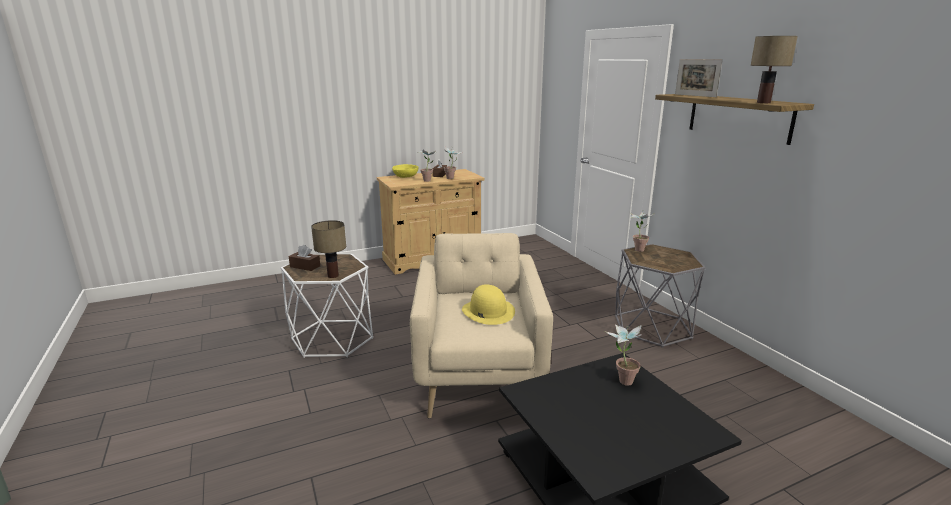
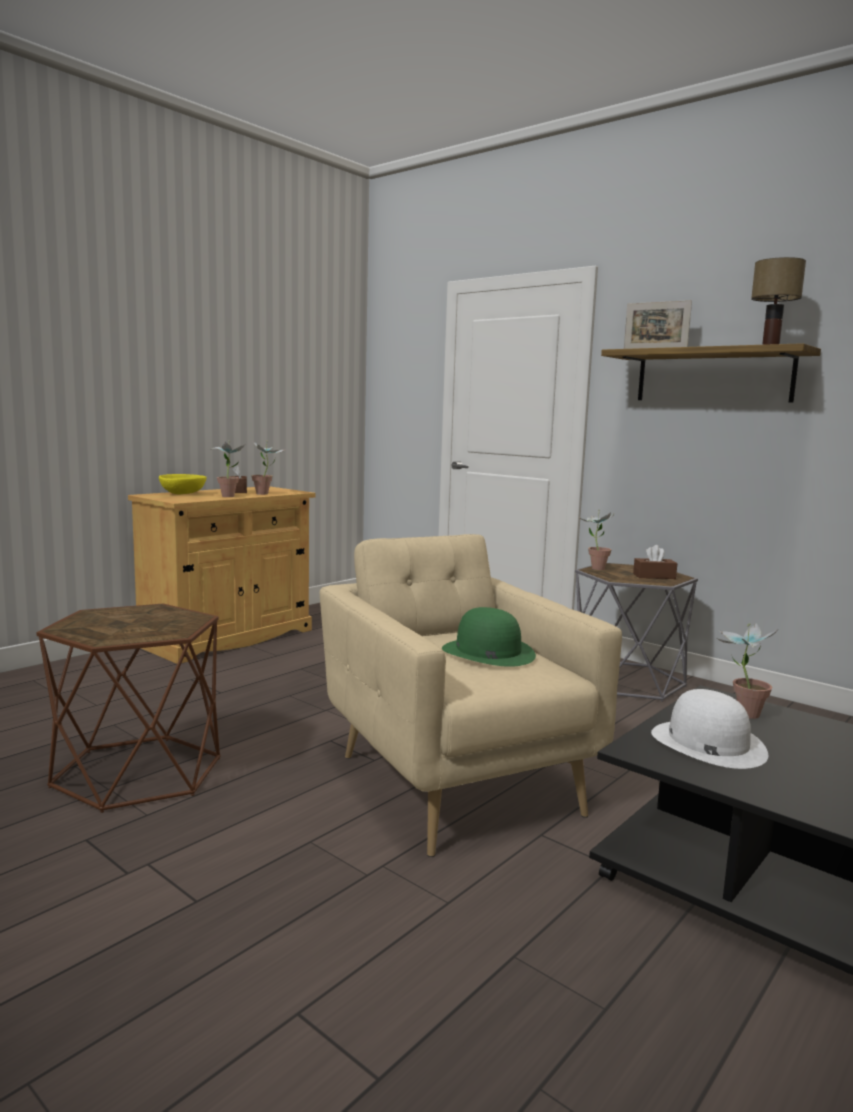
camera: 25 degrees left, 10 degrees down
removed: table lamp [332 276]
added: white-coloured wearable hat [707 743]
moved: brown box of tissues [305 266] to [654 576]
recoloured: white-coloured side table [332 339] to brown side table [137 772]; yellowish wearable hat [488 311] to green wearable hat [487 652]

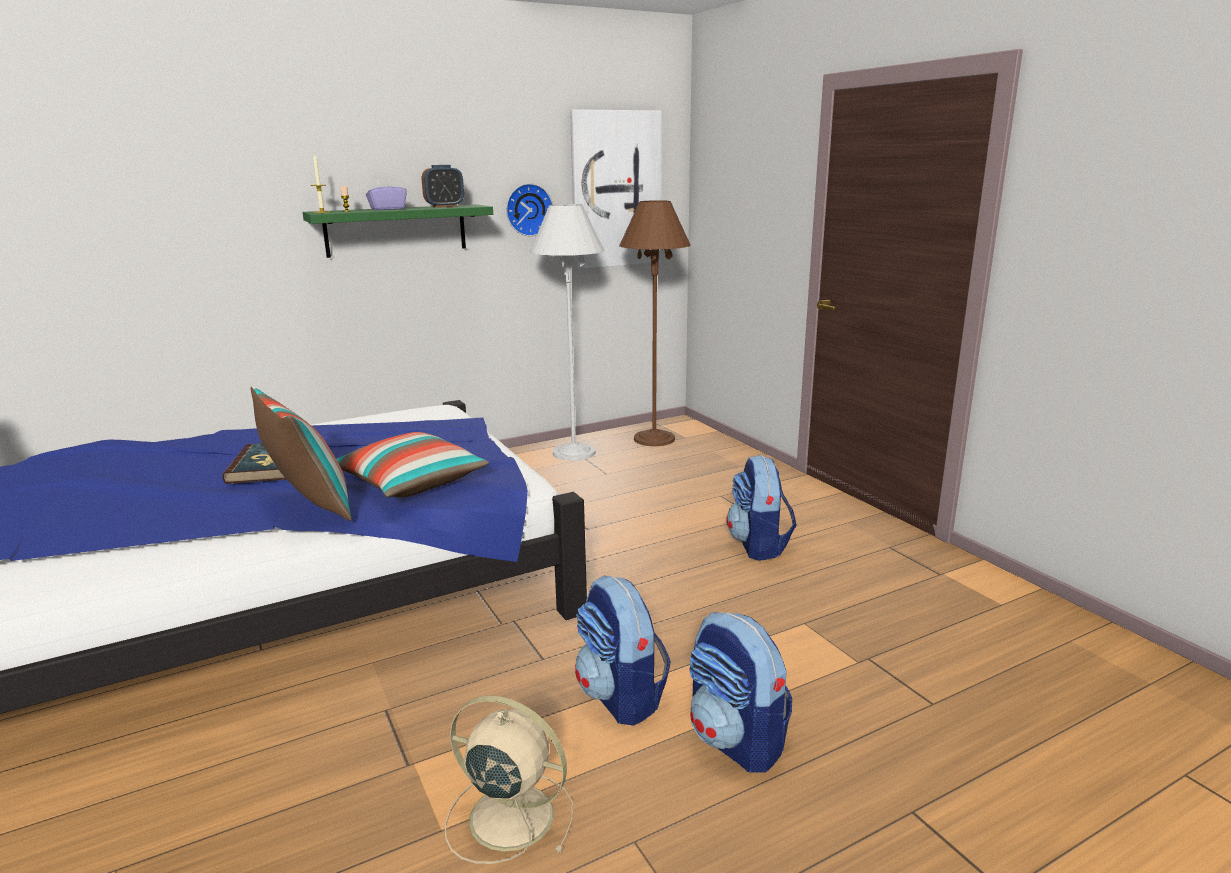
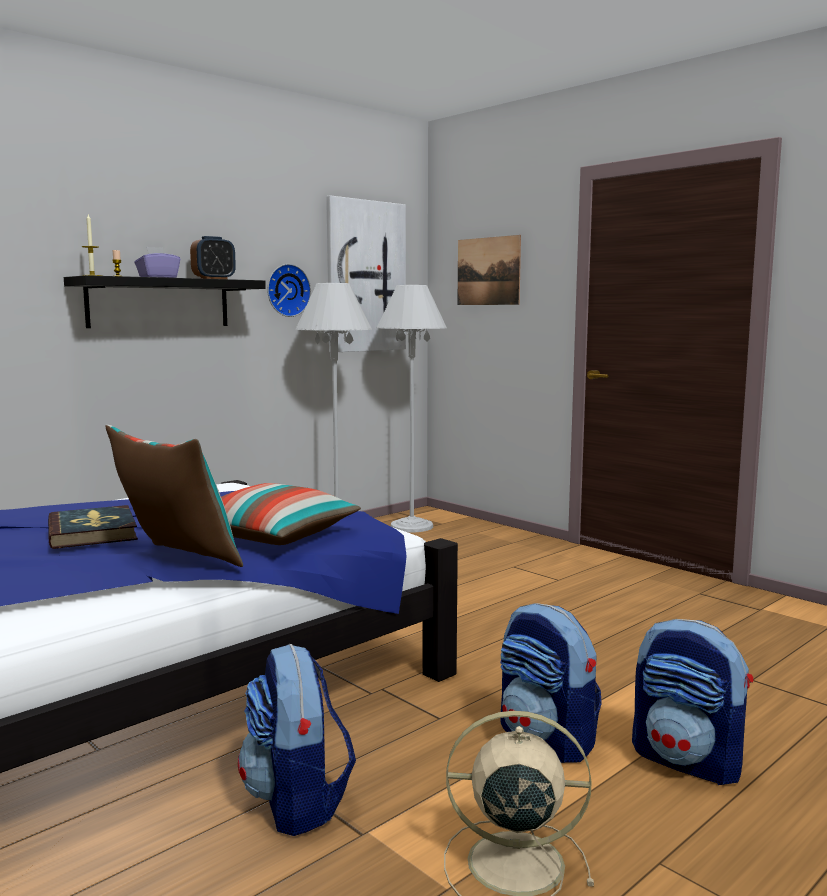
camera: 15 degrees left, 10 degrees down
added: picture [488 271]
moved: backpack [759 546] to [297 802]
recoloured: green shelf [396 230] to blackish shelf [159 303]; brown standard lamp [654 439] to white-coloured standard lamp [411 526]

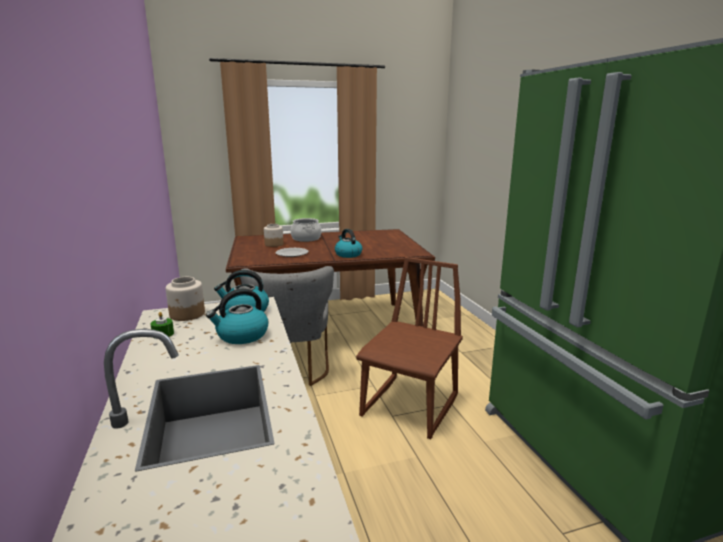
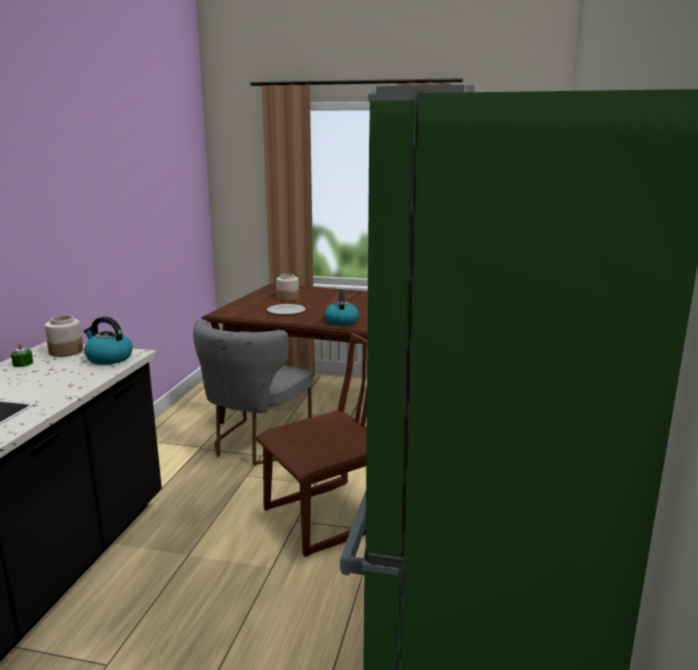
camera: 30 degrees right, 0 degrees up
removed: tea kettle [242 335]; saucepot [306 239]

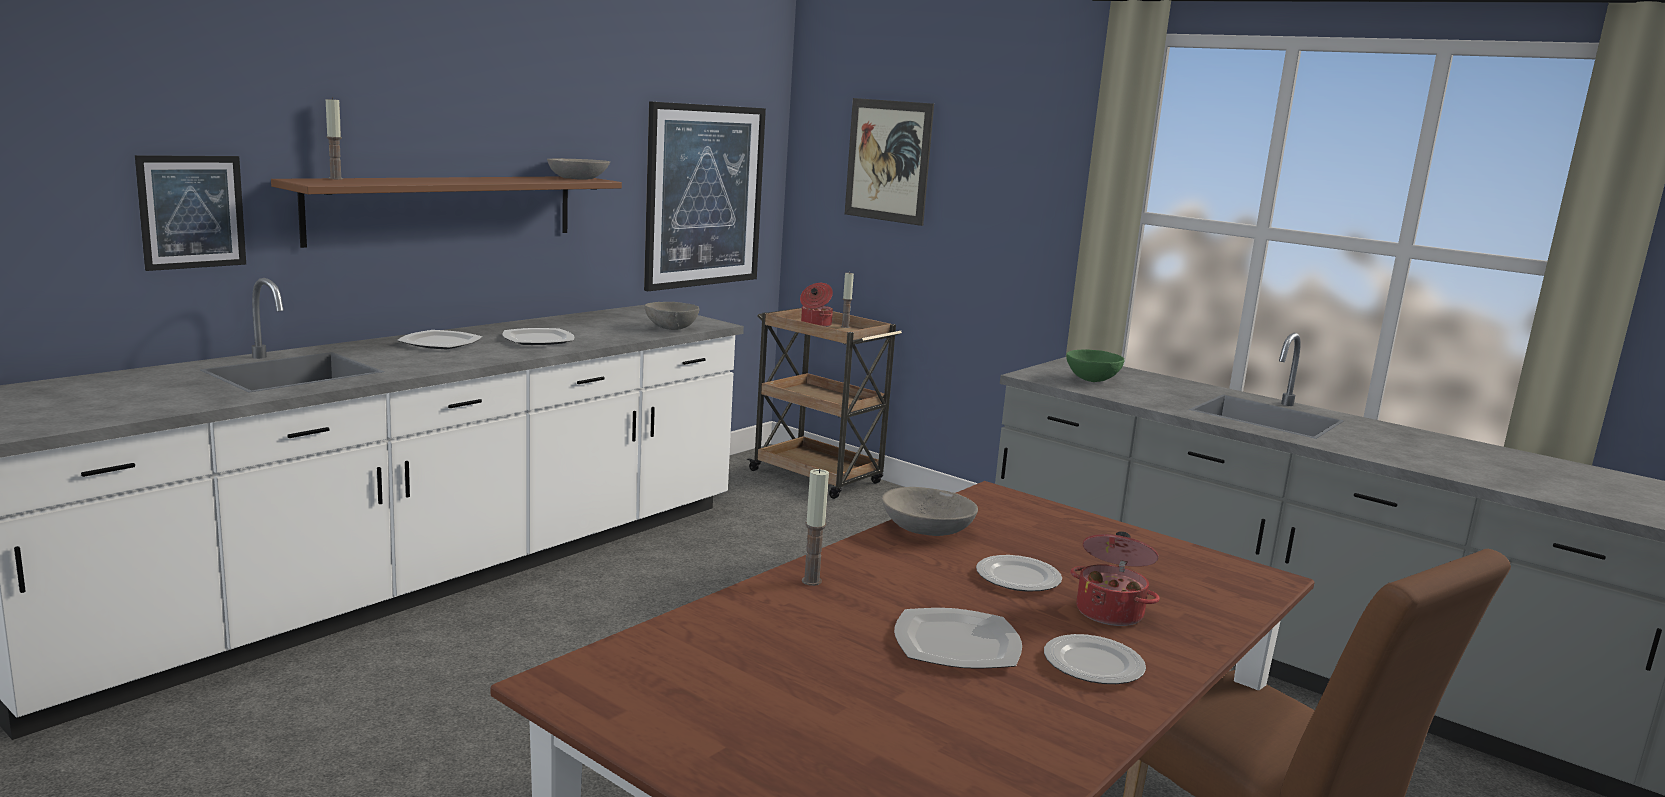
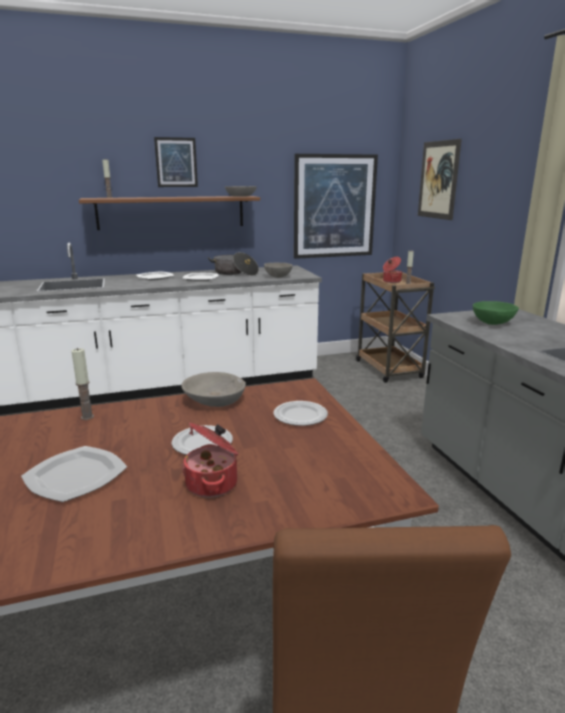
camera: 35 degrees right, 5 degrees up
added: saucepot [235 273]
moved: picture [192 212] to [176 162]; dinner plate [1093 665] to [300 416]

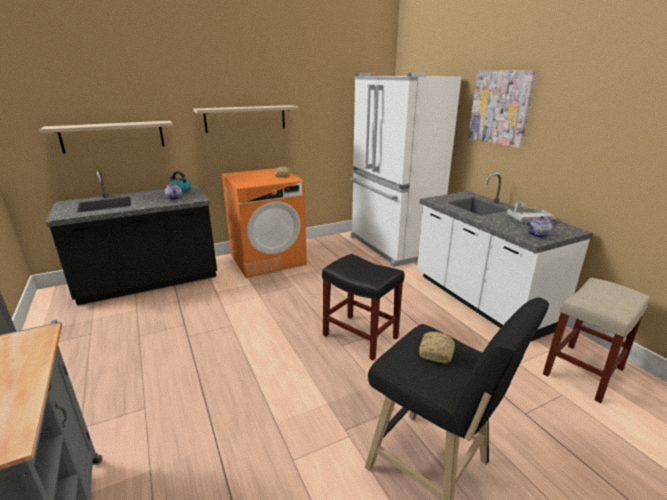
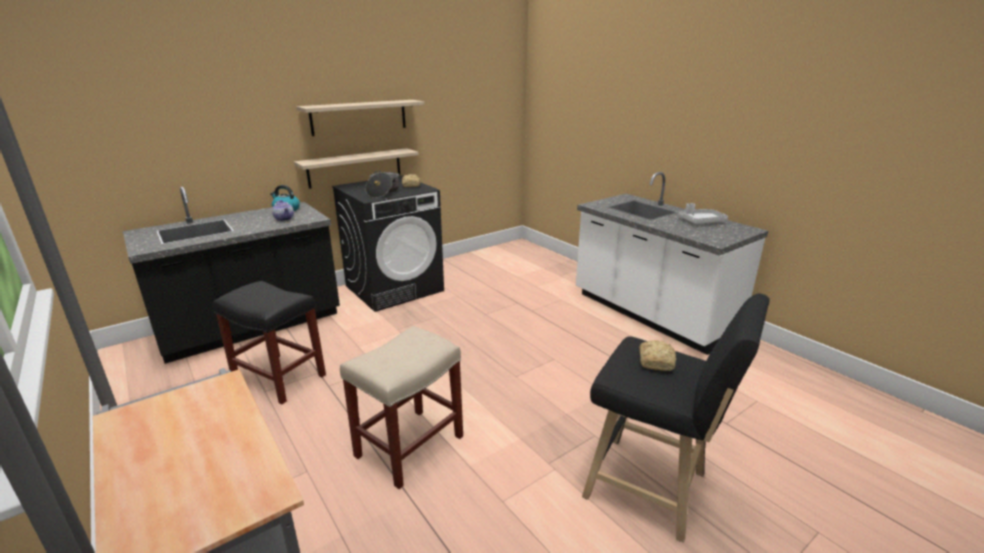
camera: 10 degrees left, 0 degrees up
removed: white-coloured refrigerator [391 247]; picture [500 107]; teapot [538 235]
added: saucepot [383 192]
moved: blackish stool seat [361 336] to [280 378]; shelf [113 136] to [355 168]; sand-coloured stool seat [583 372] to [409 447]
recoloured: orange laundry appliance [268 259] to blackish laundry appliance [395 288]

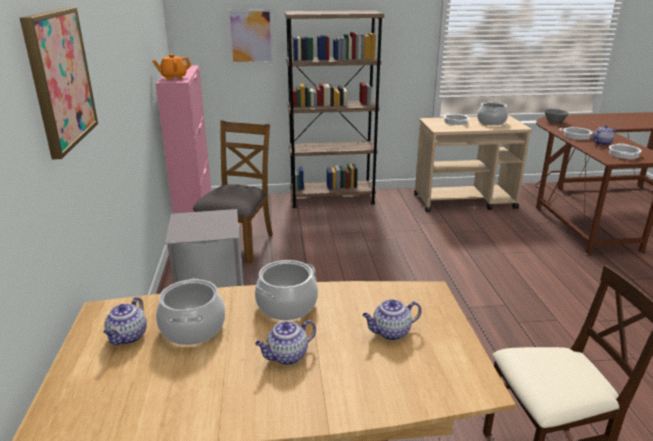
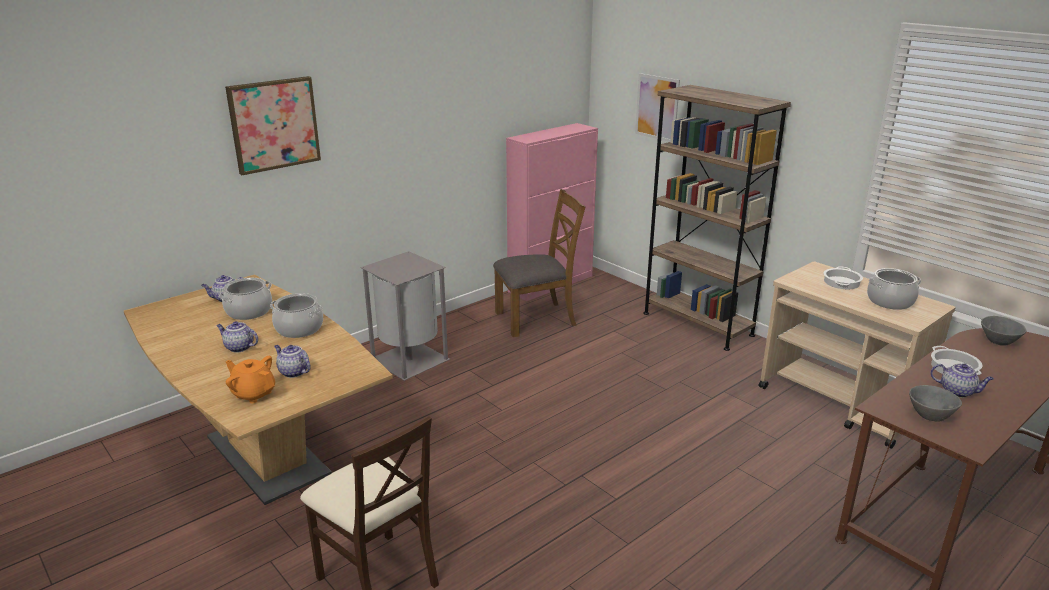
camera: 55 degrees right, 0 degrees up
moved: orange teapot [173 78] to [253 394]
replaced: saucepot [623 154] to gray bowl [930 414]

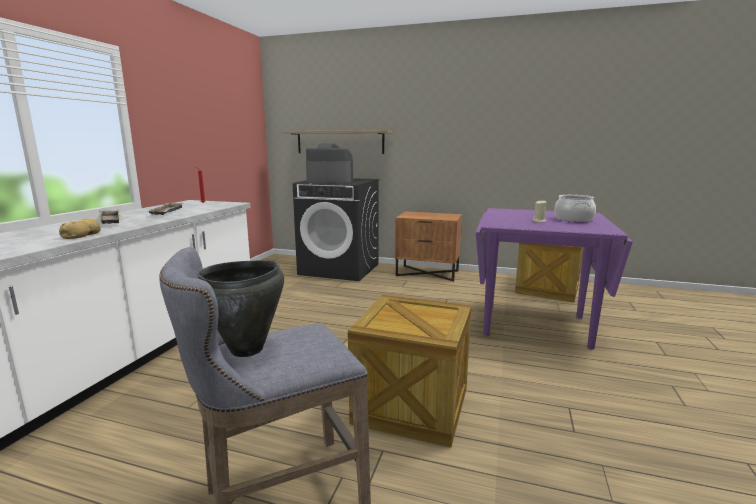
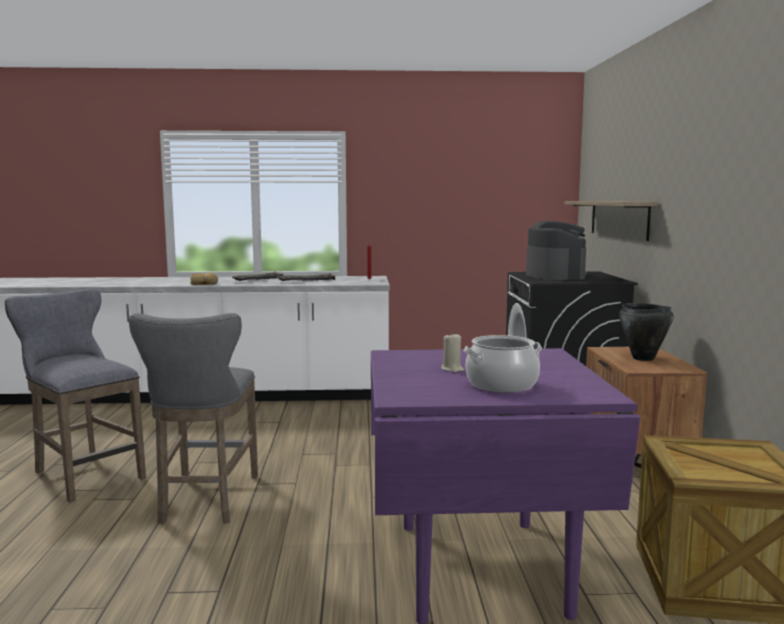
camera: 70 degrees right, 5 degrees down
moved: blackish saucepot [247 349] to [643 358]
replaced: crate [411 405] to gray stool seat [205 501]

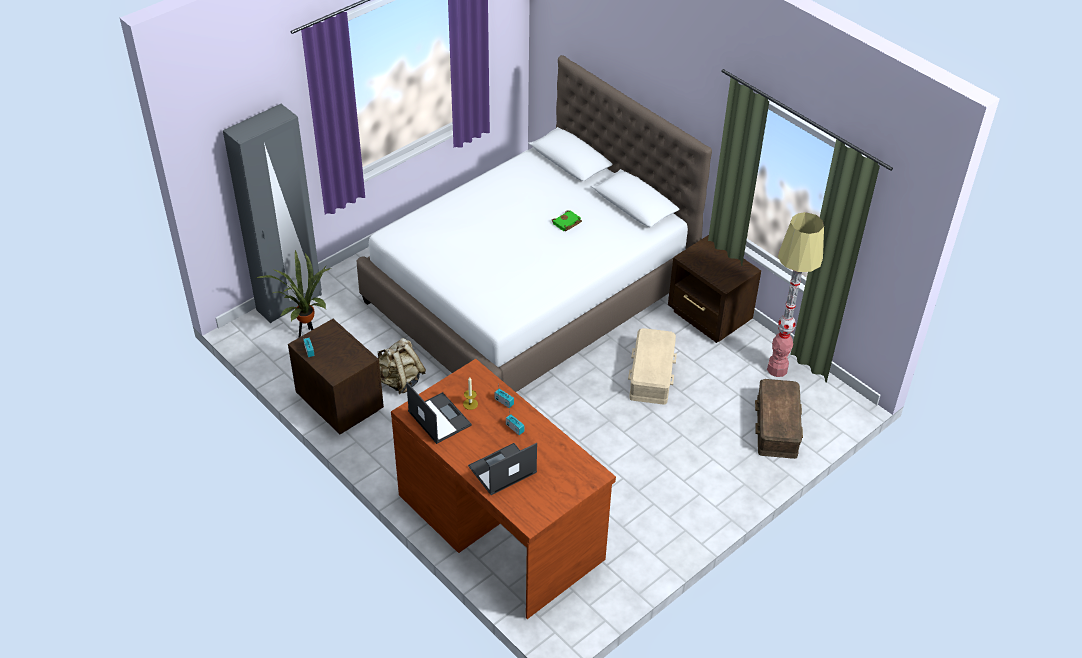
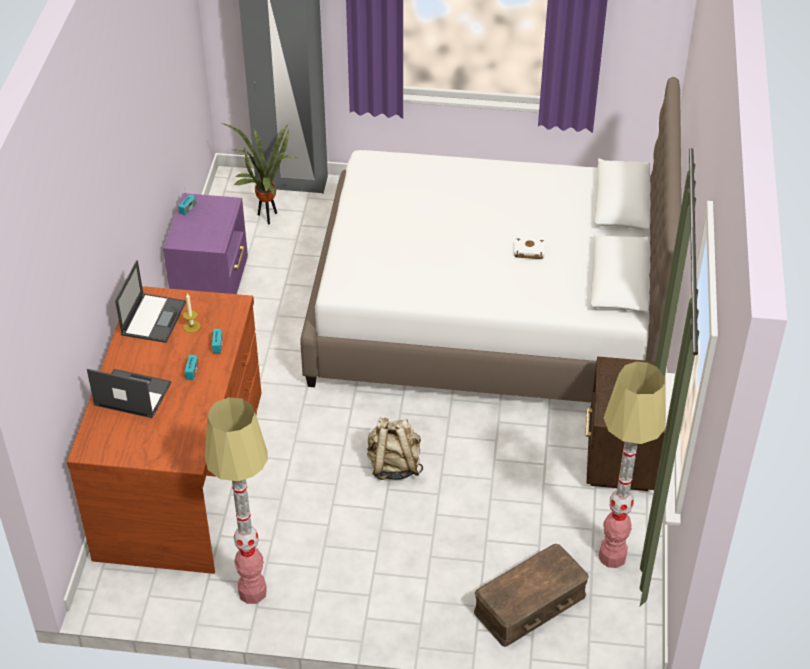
camera: 50 degrees right, 0 degrees up
removed: sand-coloured storage bin [652 374]
added: standard lamp [252 592]
moved: sand-coloured backpack [400 381] to [394 465]
recoloured: brown night table [340 403] to purplish night table [213 286]; green volume [566 223] to white-coloured volume [528 252]

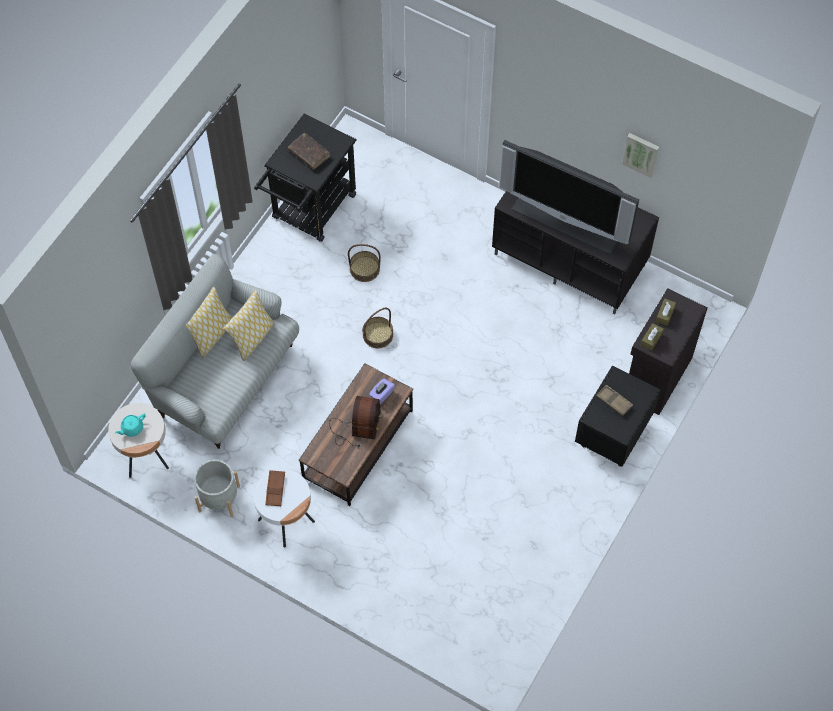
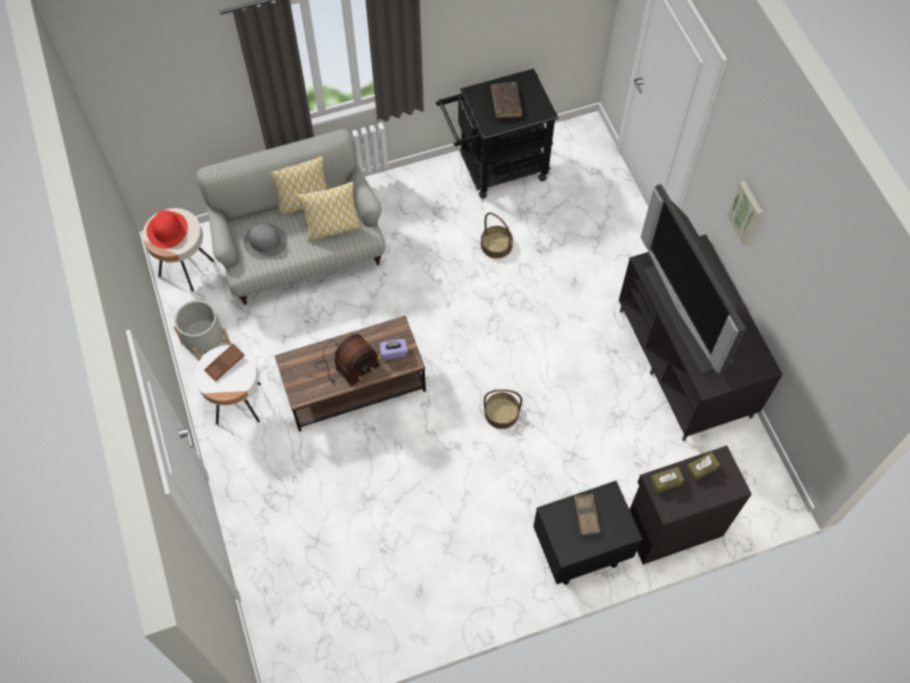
camera: 40 degrees right, 0 degrees up
added: gray wearable hat [265 241]
moved: household basket [377 335] to [501 413]; picture [641 154] to [746 213]
replaced: turquoise teapot [132 428] to reddish wearable hat [167 230]

